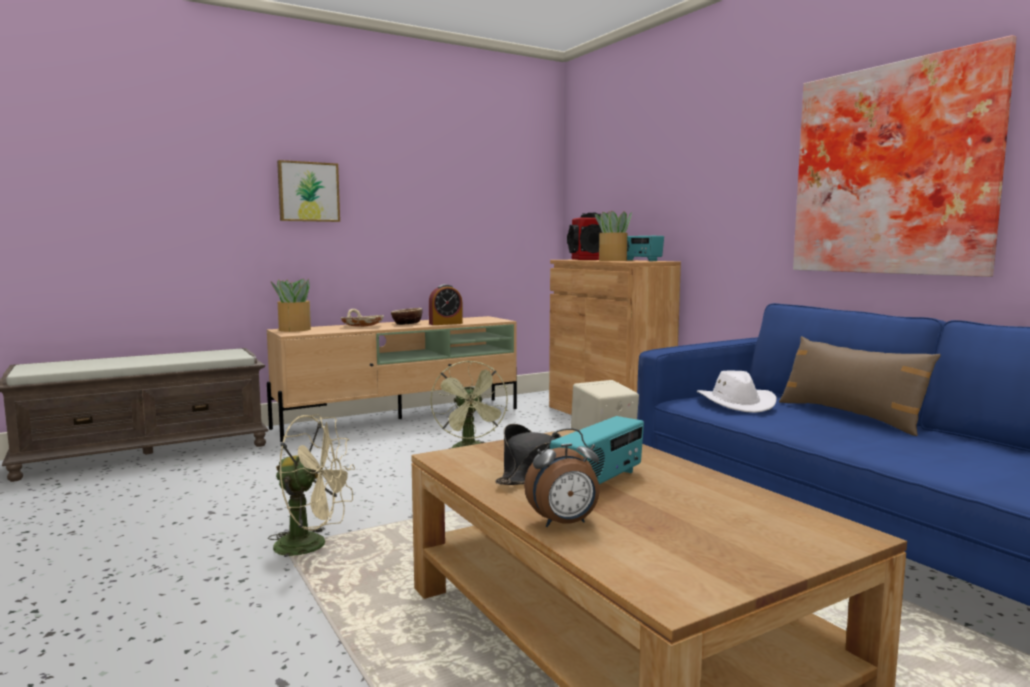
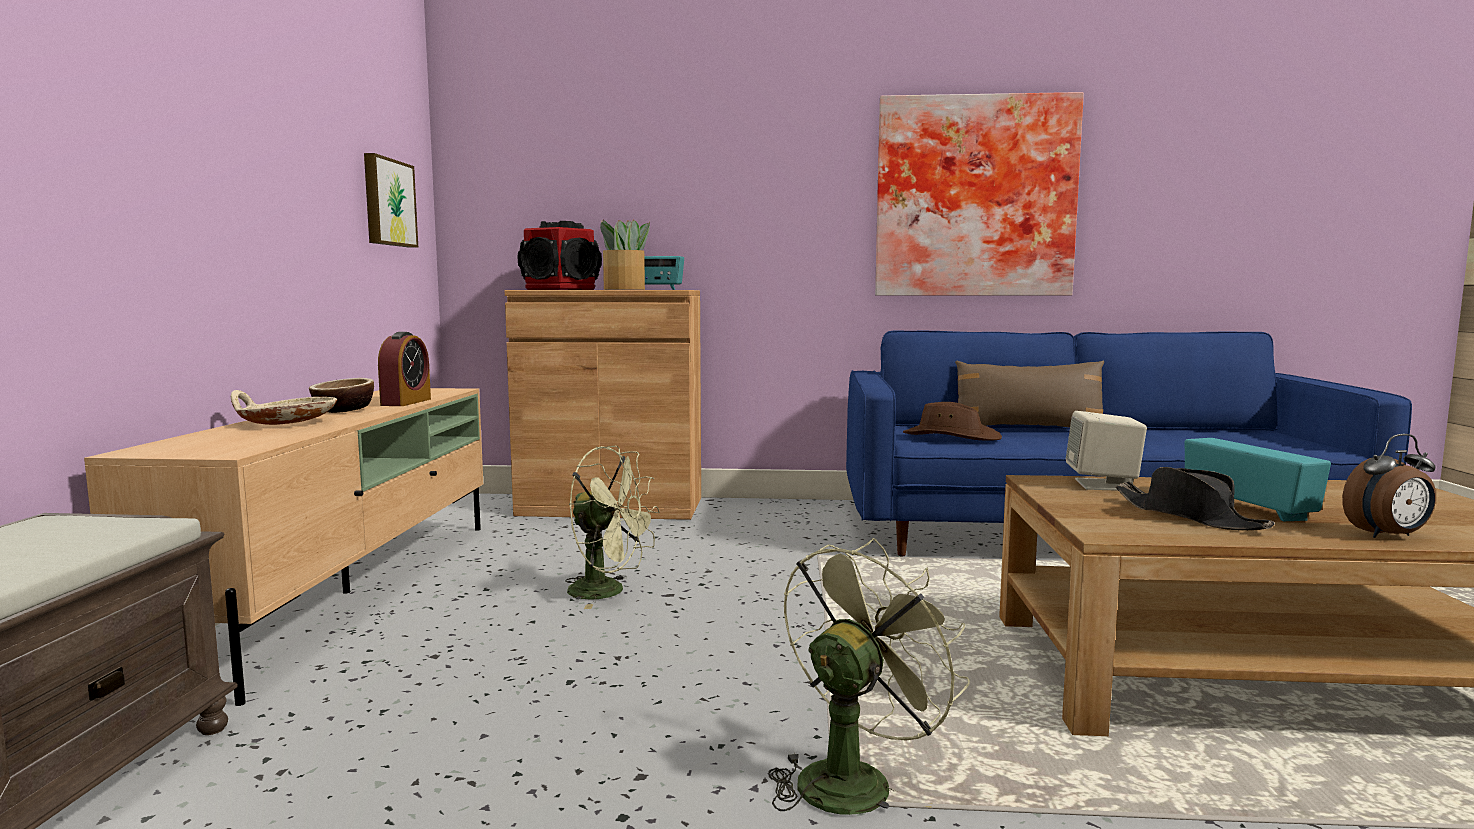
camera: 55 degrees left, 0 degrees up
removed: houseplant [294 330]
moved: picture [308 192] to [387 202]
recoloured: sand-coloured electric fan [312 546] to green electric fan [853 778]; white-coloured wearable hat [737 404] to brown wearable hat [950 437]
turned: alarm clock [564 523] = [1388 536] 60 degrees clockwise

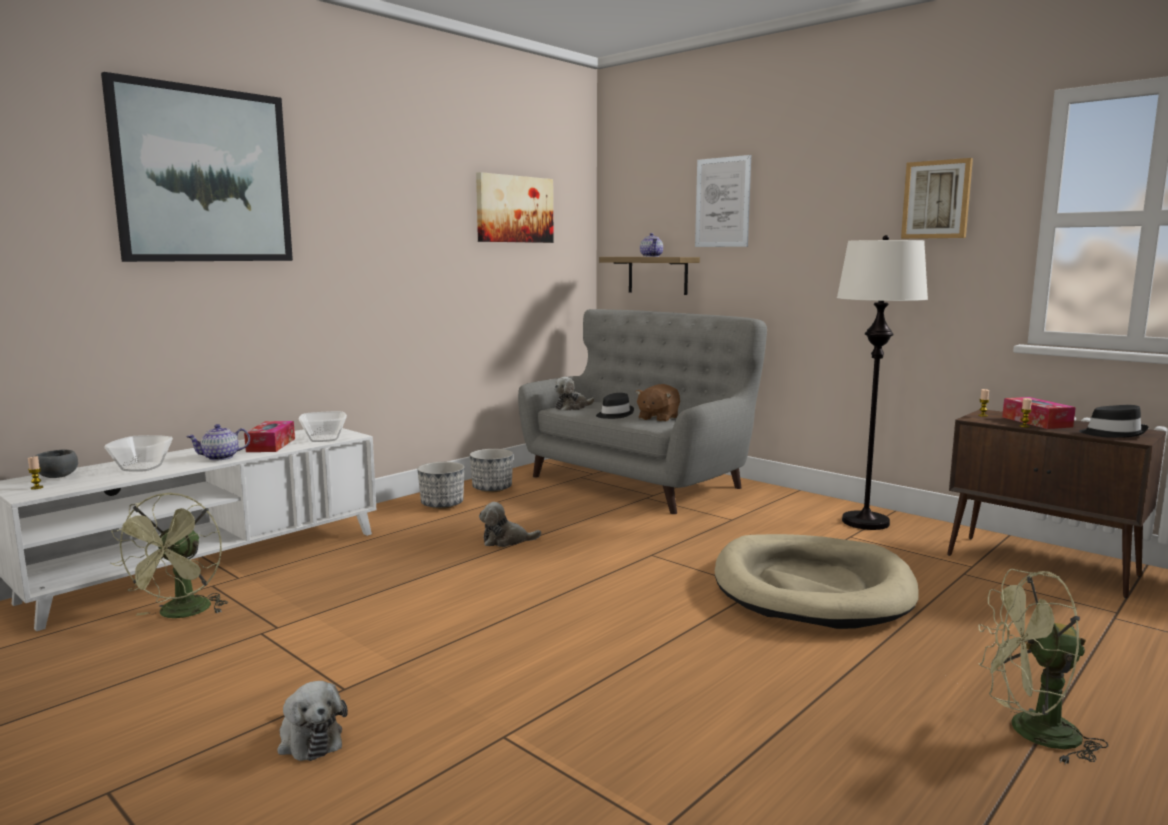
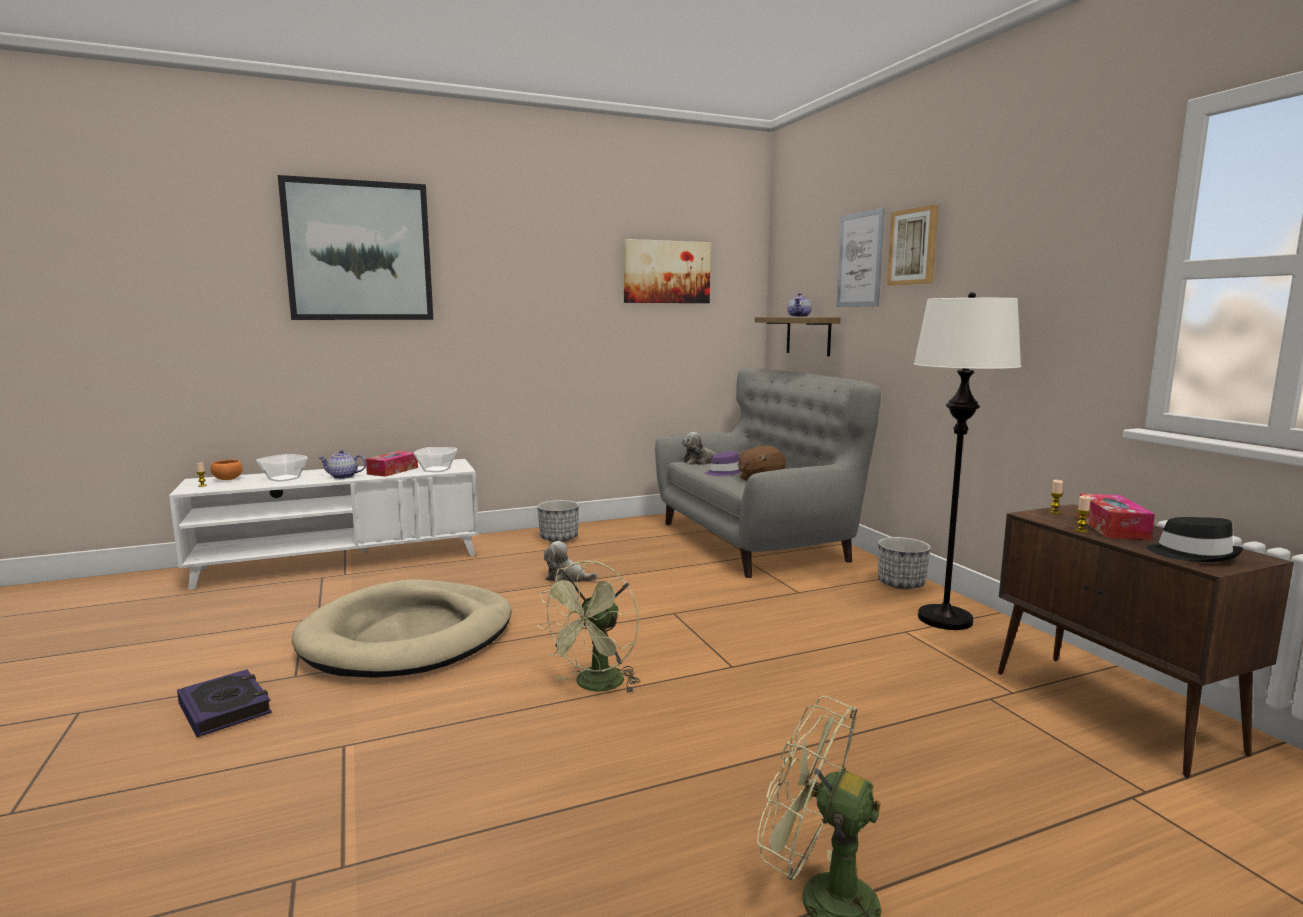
camera: 25 degrees right, 0 degrees up
moved: sand-coloured pet bed [811 587] to [409 636]; green electric fan [181 614] to [595 686]; planter [492 489] to [901 584]; picture [936 199] to [913 247]
replaced: cuddly toy [309 739] to volume [225 708]
recoloured: gray bowl [58 477] to orange bowl [227 479]; blackish wearable hat [614 414] to purplish wearable hat [724 472]

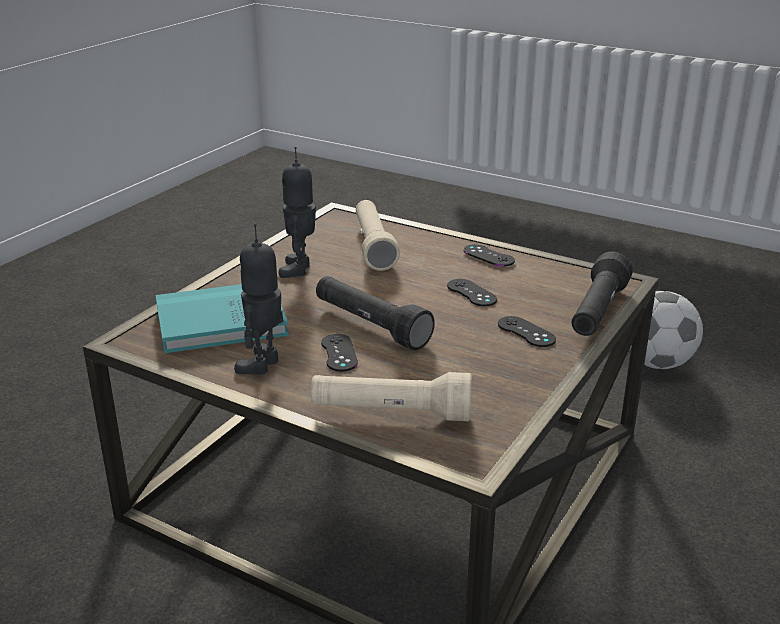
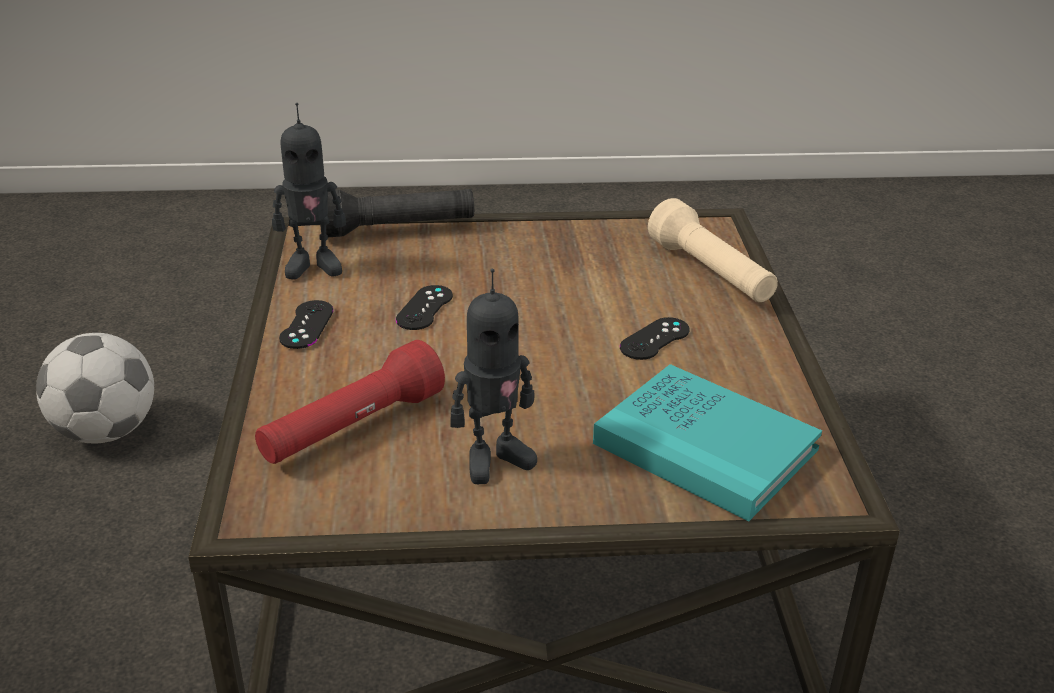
camera: 125 degrees left, 5 degrees up
removed: blackish torch [370 325]; blackish joypad [526 332]
moved: toy robot [263 365] to [313 266]
recoloured: sand-coloured torch [373 246] to reddish torch [352 428]

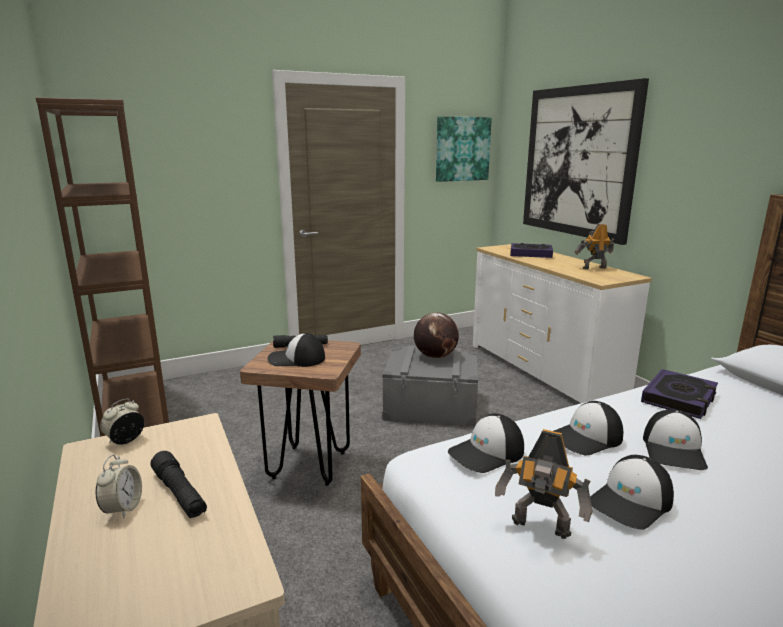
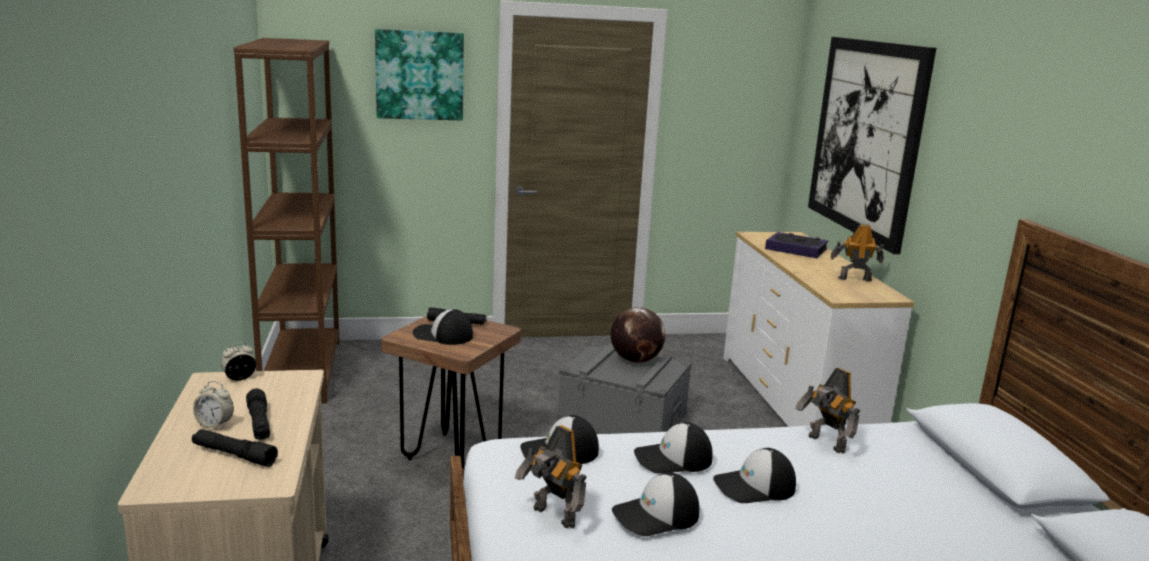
camera: 15 degrees right, 0 degrees up
added: blackish torch [234 455]
moved: picture [462 149] to [419 75]
replaced: volume [679 398] to toy robot [825 444]
turned: alarm clock [123 508] = [215 424] 90 degrees clockwise; cap [674 450] = [754 487] 45 degrees clockwise

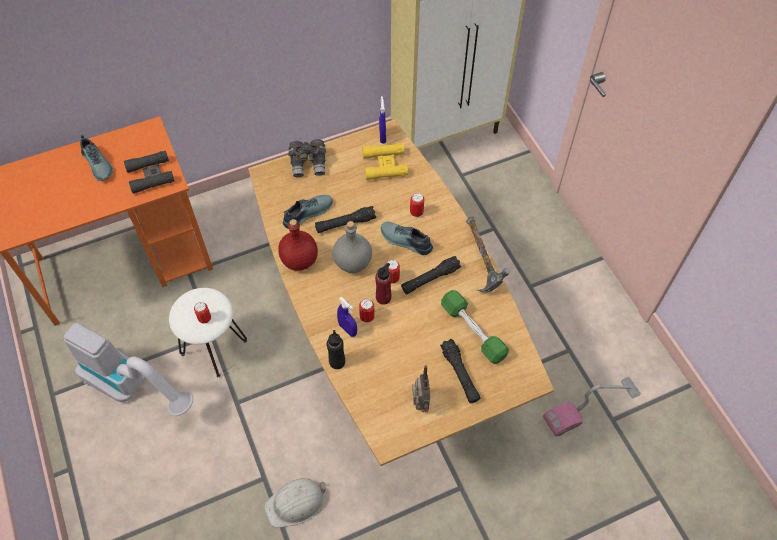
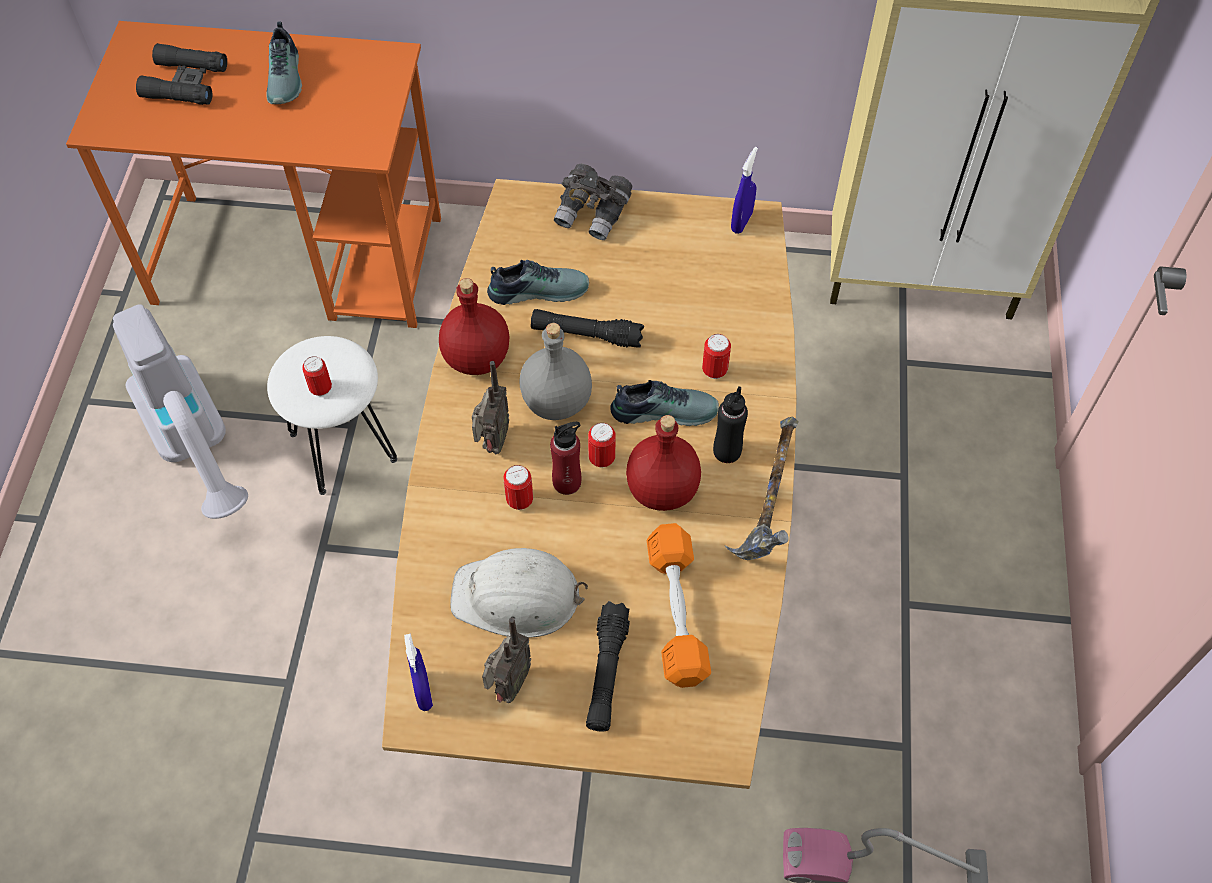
camera: 30 degrees right, 0 degrees up
removed: yellowish pair of binoculars [384 165]
added: radio receiver [492 443]
moved: blackish pair of binoculars [150 175] to [185 82]; blue spray bottle [347 329] to [423 692]; white-coloured safety helmet [296 503] to [517 597]; blackish bottle [337 362] to [727 451]
replaced: blackish torch [430 279] to reddish bottle [663 490]
recoloured: green hand weight [473 331] to orange hand weight [676 613]
turned: item of footwear [405 241] = [664 409] 120 degrees clockwise

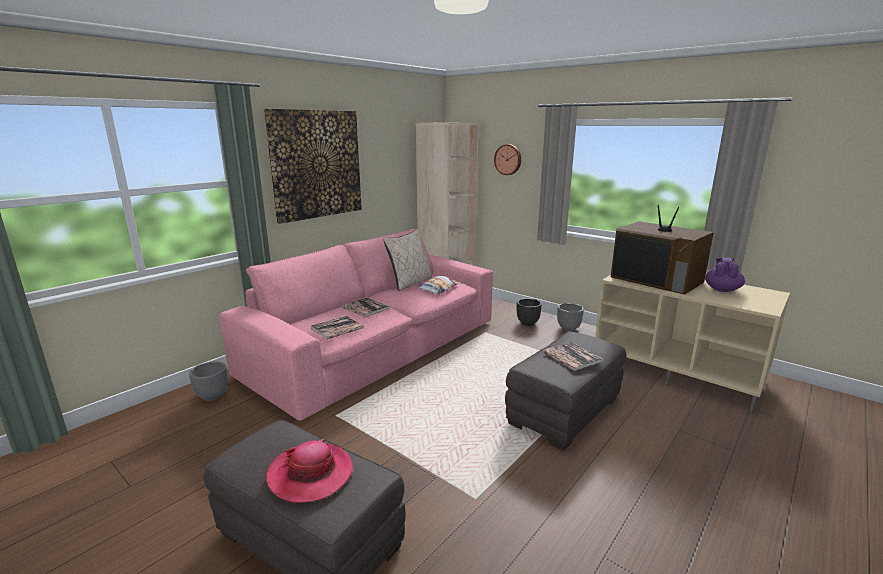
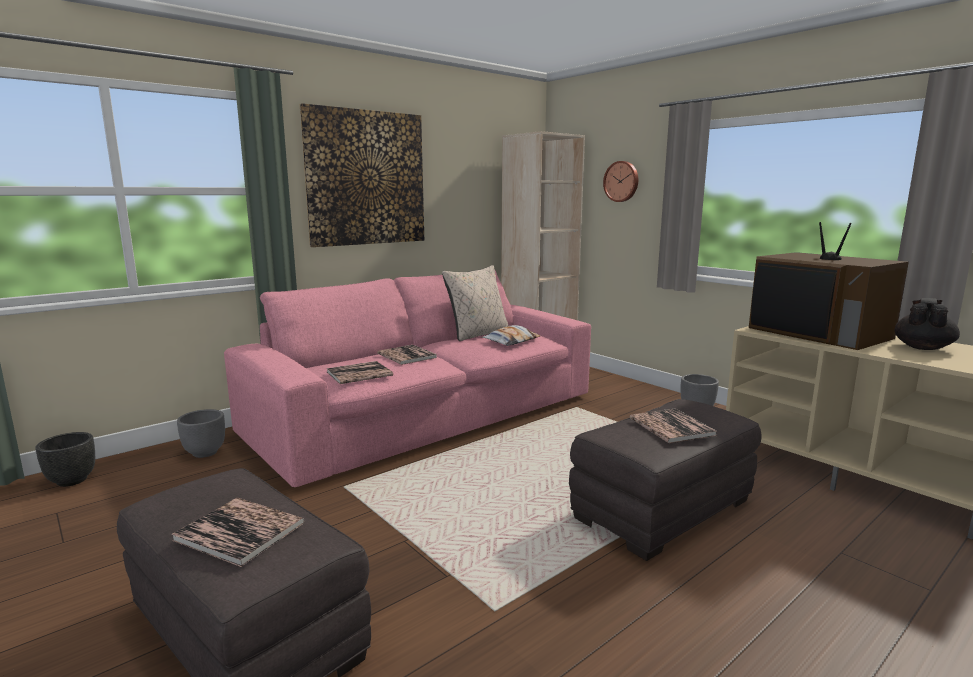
camera: 10 degrees right, 5 degrees down
moved: blackish planter [528 323] to [72 481]
replaced: wearable hat [311 474] to volume [240 531]
recoloured: purplish teapot [722 289] to blackish teapot [922 347]

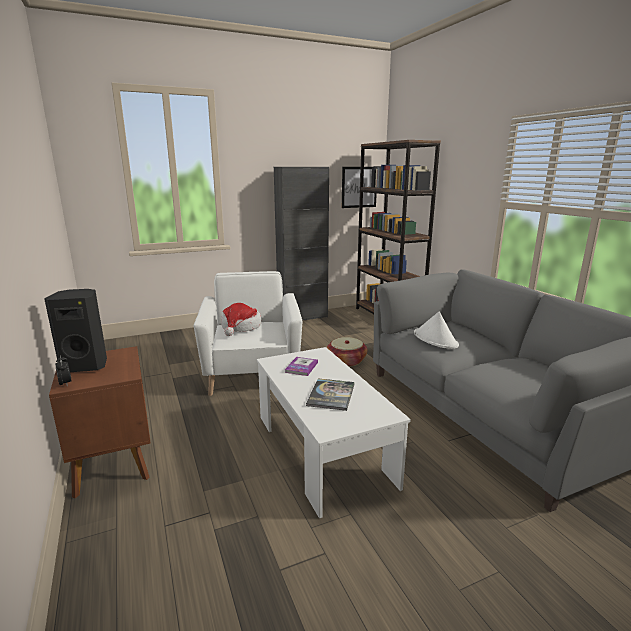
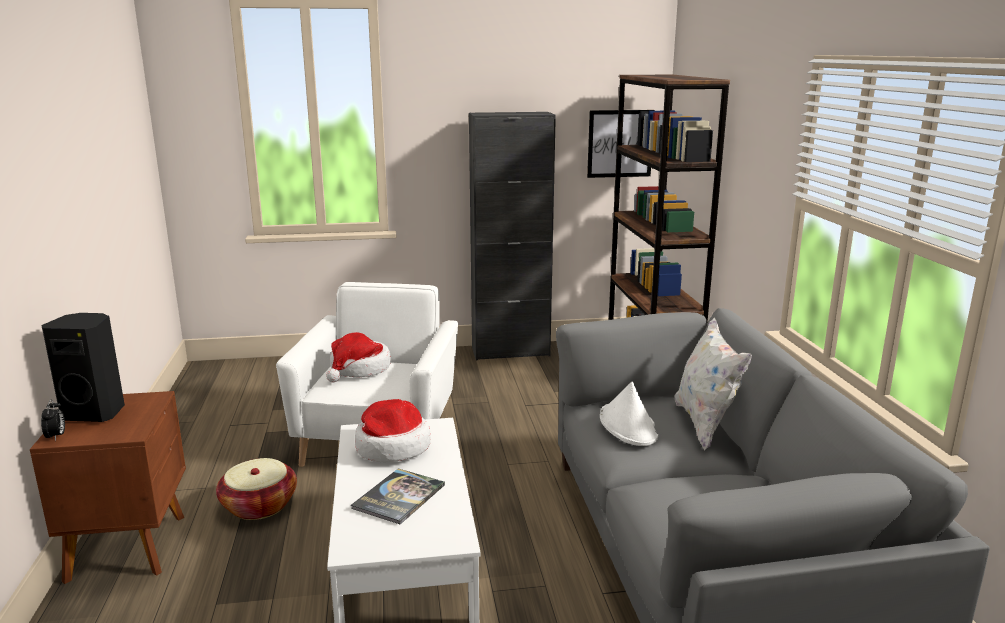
camera: 15 degrees right, 0 degrees up
added: white-coloured throw pillow [705 424]
moved: household basket [346 361] to [259 506]
replaced: volume [301 367] to wearable hat [392 447]

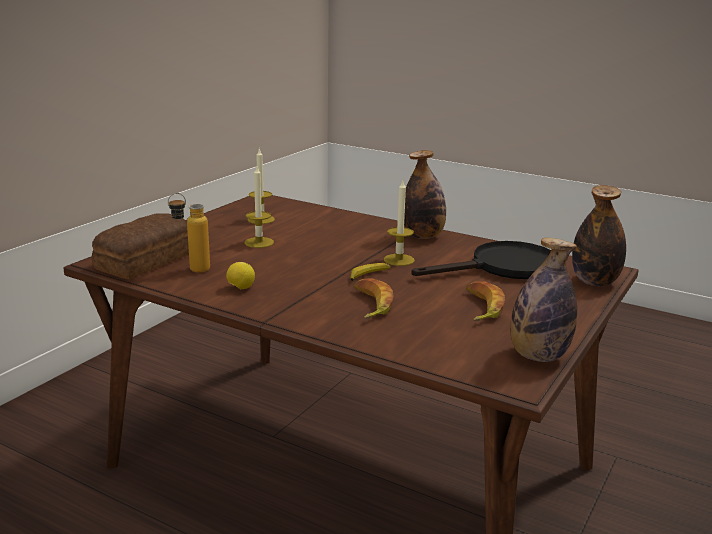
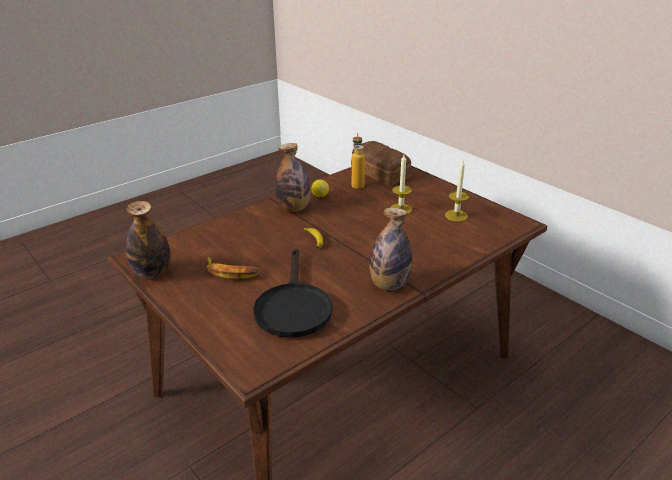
camera: 110 degrees right, 10 degrees up
removed: banana [370 304]; candle [399 260]
moved: bottle [594 282] to [294 209]

